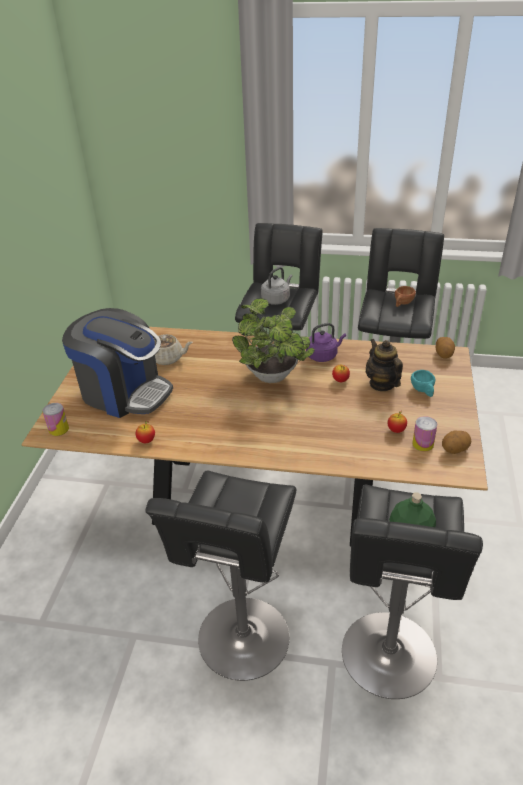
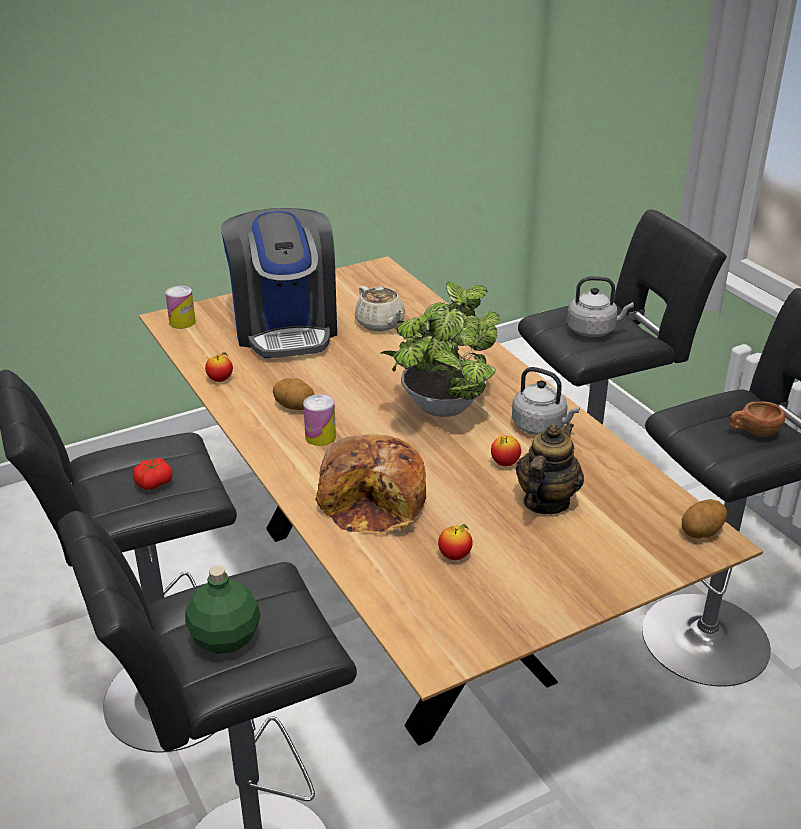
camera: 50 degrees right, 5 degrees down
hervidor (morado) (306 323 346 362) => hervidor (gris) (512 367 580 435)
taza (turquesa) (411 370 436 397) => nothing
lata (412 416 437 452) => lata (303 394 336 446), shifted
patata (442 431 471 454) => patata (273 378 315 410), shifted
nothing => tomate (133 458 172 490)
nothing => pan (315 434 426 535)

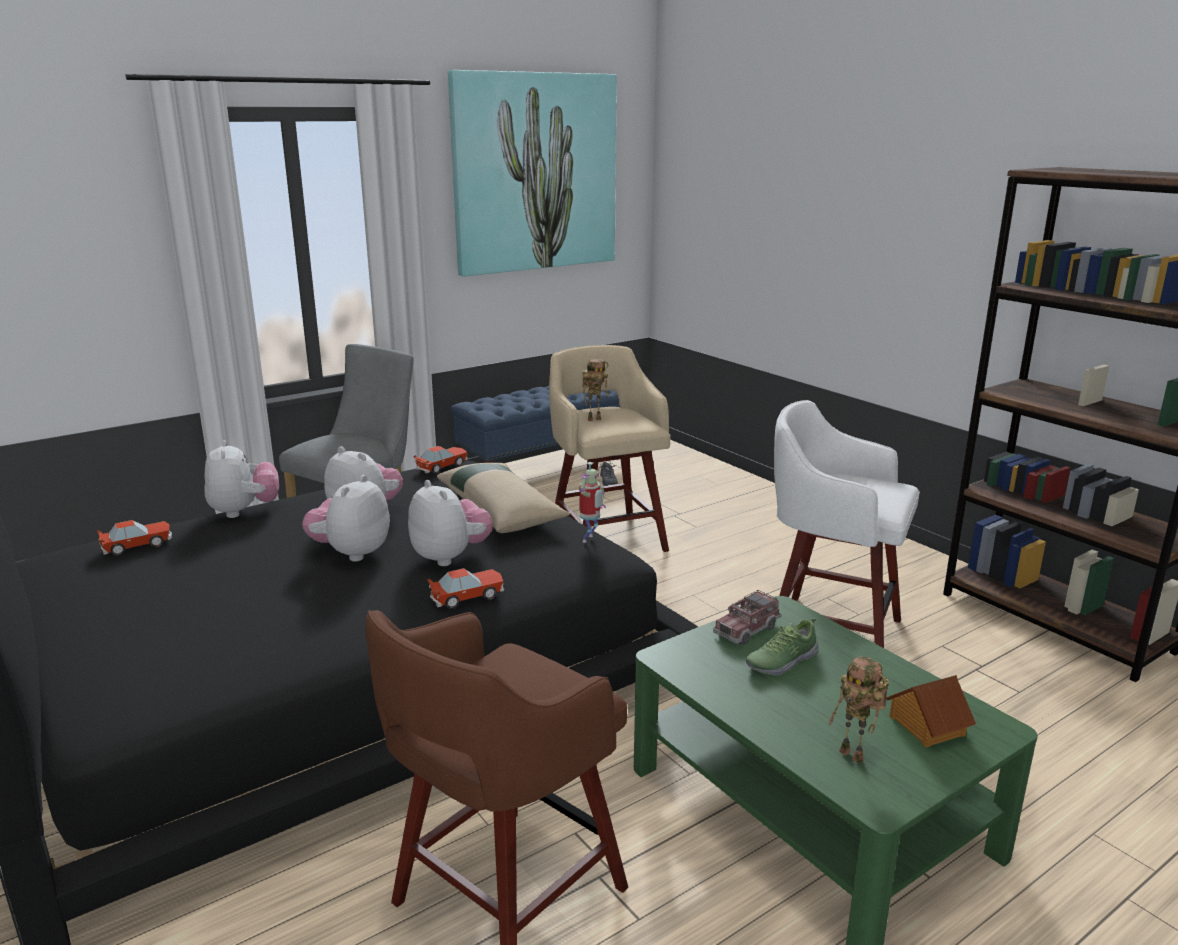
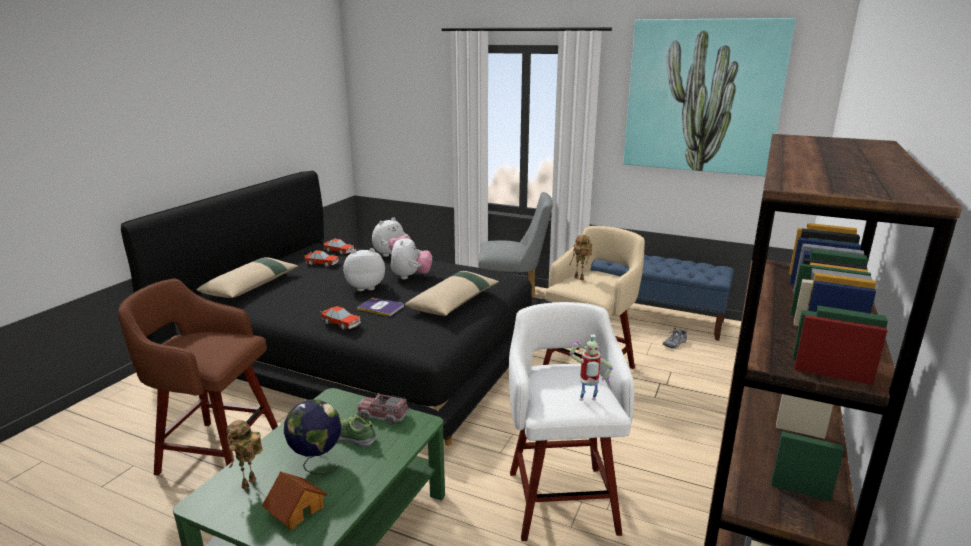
camera: 60 degrees right, 0 degrees up
peluche (408 480 492 566) => libro (357 298 404 316)
coche de juguete (414 446 468 474) => coche de juguete (304 250 339 267), shifted
robot de juguete (579 462 606 543) => robot de juguete (569 335 613 401), shifted
nothing => cojín (beis) (197 257 298 298)
nothing => globo terráqueo (284 399 342 475)

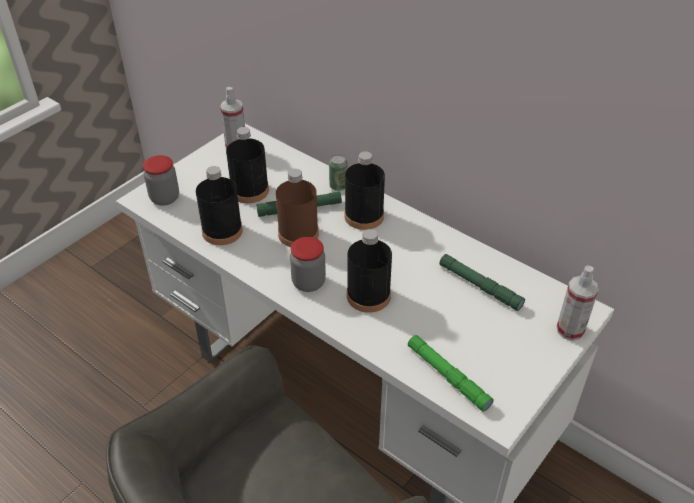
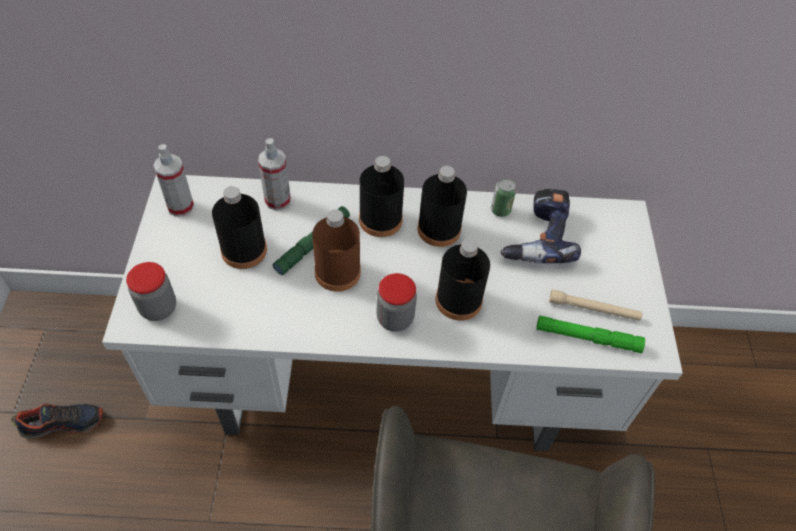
camera: 40 degrees left, 10 degrees up
botella (negro) (196 166 243 245) => botella (negro) (417 166 467 247), shifted
lata (329 155 348 191) => lata (491 178 516 217), shifted
linterna (verde) (440 254 525 311) => taladro (501 189 581 264)
pulverizador (556 266 599 341) => pulverizador (258 138 291 210), shifted
nothing => zapato (11 404 103 439)
nothing => linterna (beis) (549 289 642 321)

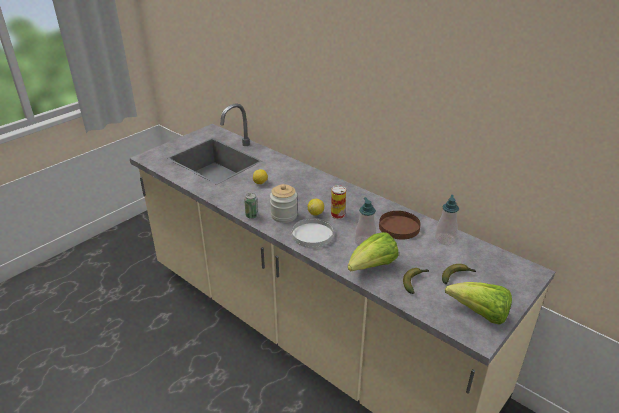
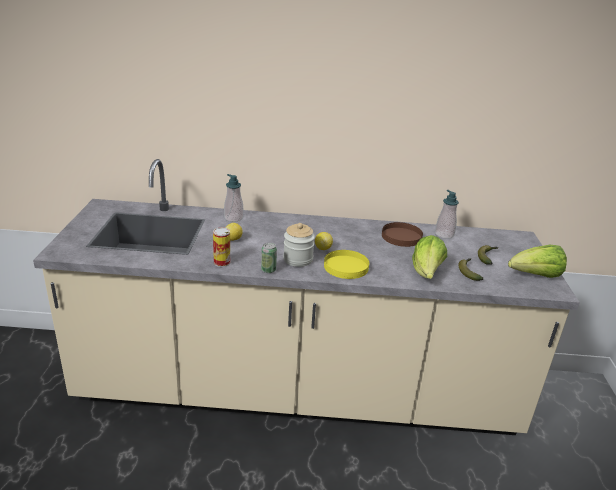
camera: 40 degrees left, 5 degrees down
plato (blanco) (292 218 333 248) => plato (amarillo) (324 250 369 279)
lata (331 185 346 219) => lata (213 227 230 267), shifted
dispensador de jabón (355 197 376 246) => dispensador de jabón (224 174 244 222), shifted

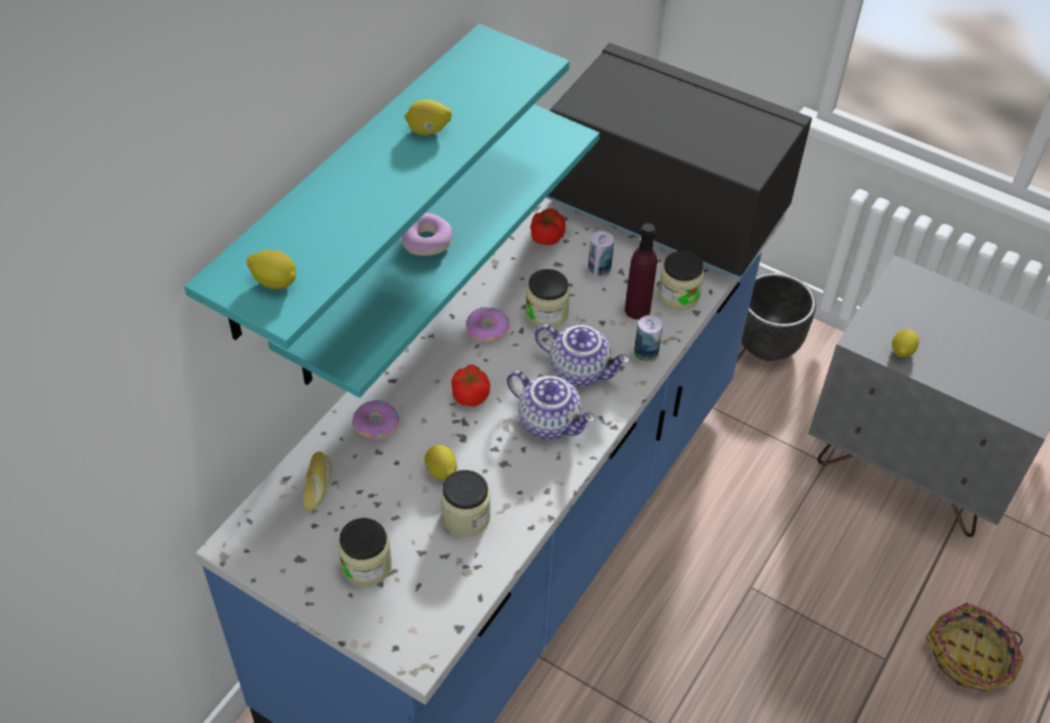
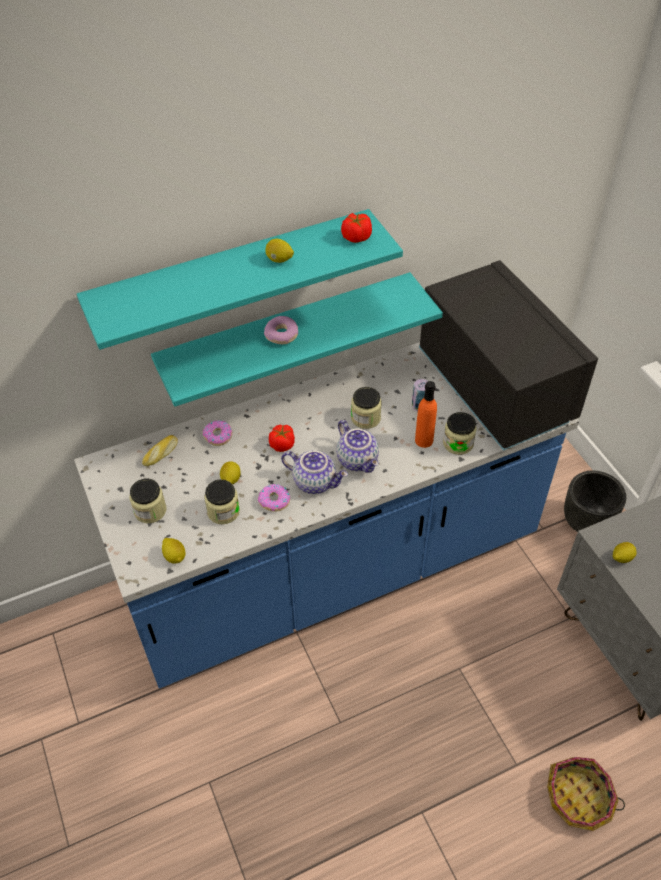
camera: 35 degrees right, 0 degrees up
limón (247 250 296 289) => limón (162 538 185 564), shifted
rosquilla (466 307 509 342) => rosquilla (258 484 290 512), shifted
tetera (507 370 595 439) => tetera (281 450 348 494), 45 degrees counterclockwise
tomate (531 209 566 245) => tomate (341 213 372 243), shifted
botella (morado) (625 223 657 320) => botella (naranja) (415 381 437 448)
lata (634 315 663 364) => nothing

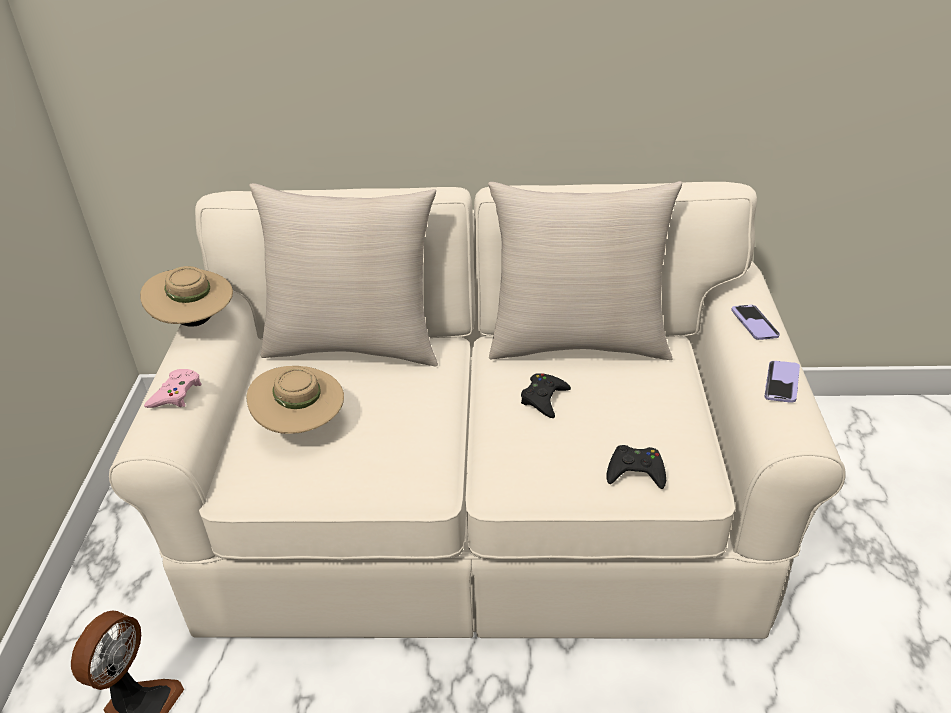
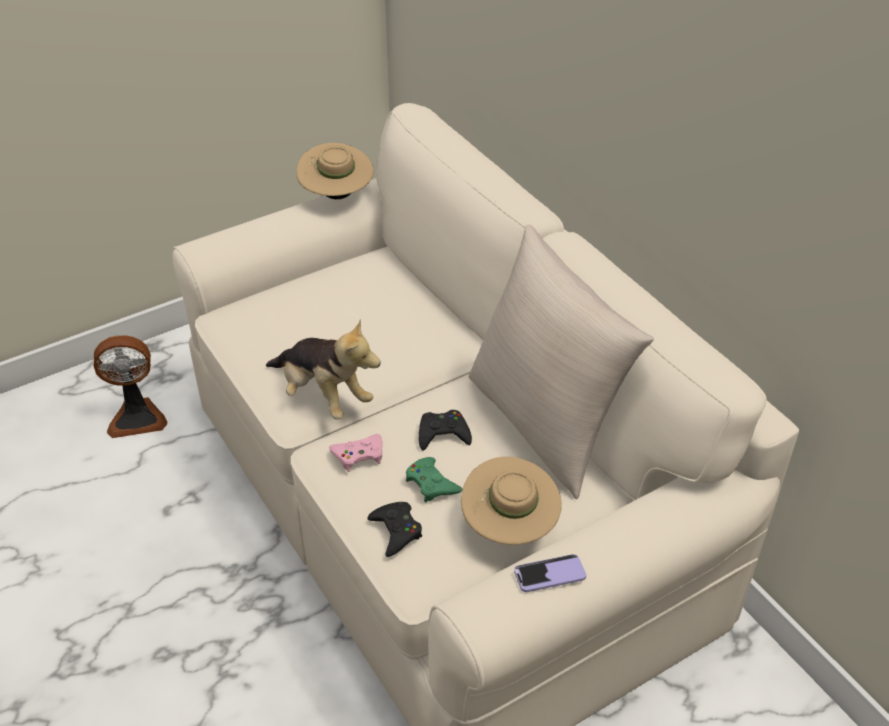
camera: 55 degrees right, 5 degrees up
mando de consola (rosa) (144 369 202 408) => mando de consola (rosa) (329 434 382 472), shifted
sombrero (beis) (247 366 344 434) => sombrero (beis) (461 457 562 545), shifted
cojín (beis) (249 183 438 367) => nothing
móvil (731 304 780 340) => nothing
nothing => peluche (266 319 381 419)
nothing => mando de consola (verde) (406 457 462 502)

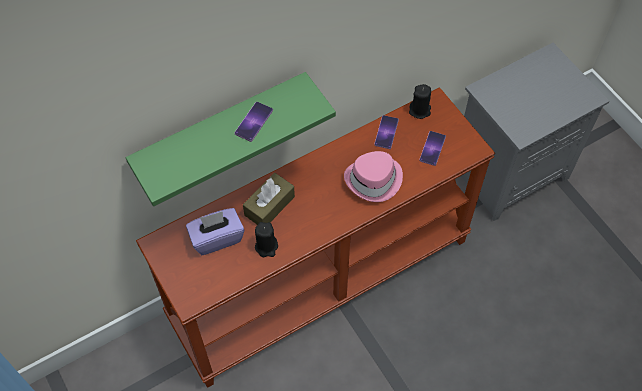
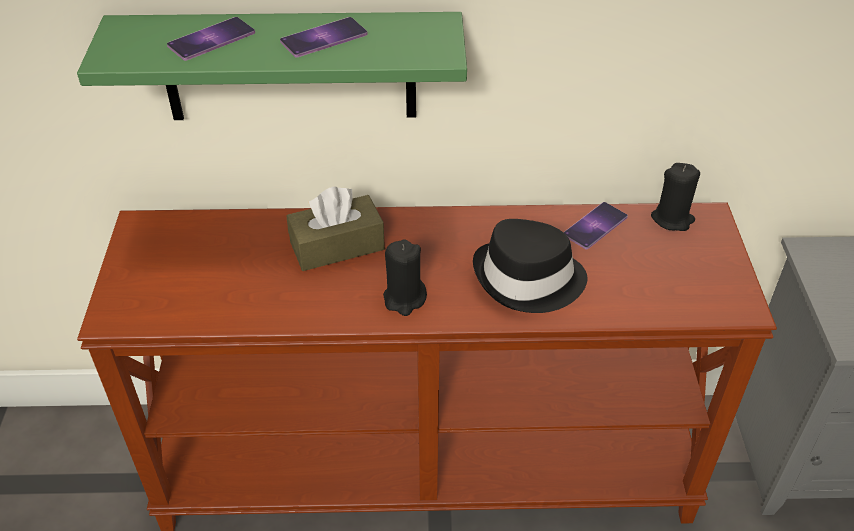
camera: 30 degrees right, 15 degrees down
caja de pañuelos (morado) (186 208 244 255) => nothing
vela (negro) (255 222 278 257) => vela (negro) (383 239 427 316), shifted
sombrero (rosa) (344 151 403 202) => sombrero (negro) (473 219 587 313)
móvil (419 131 446 166) => móvil (167 17 255 61), shifted

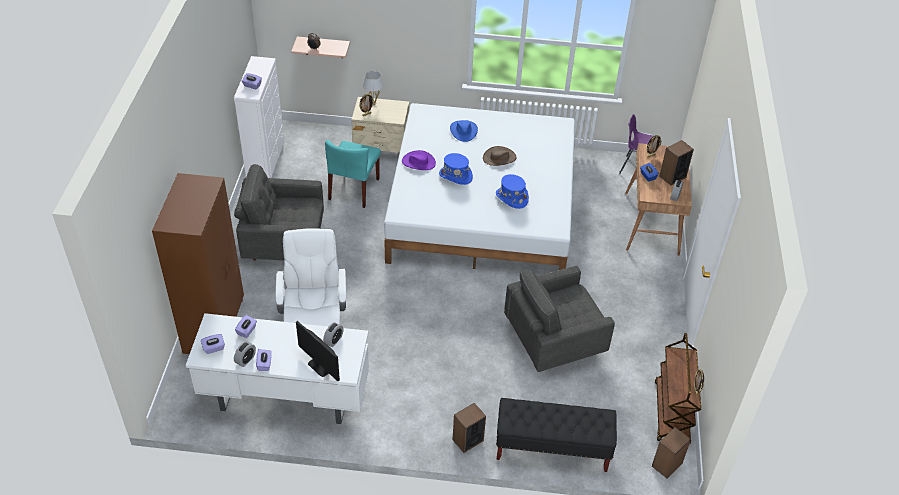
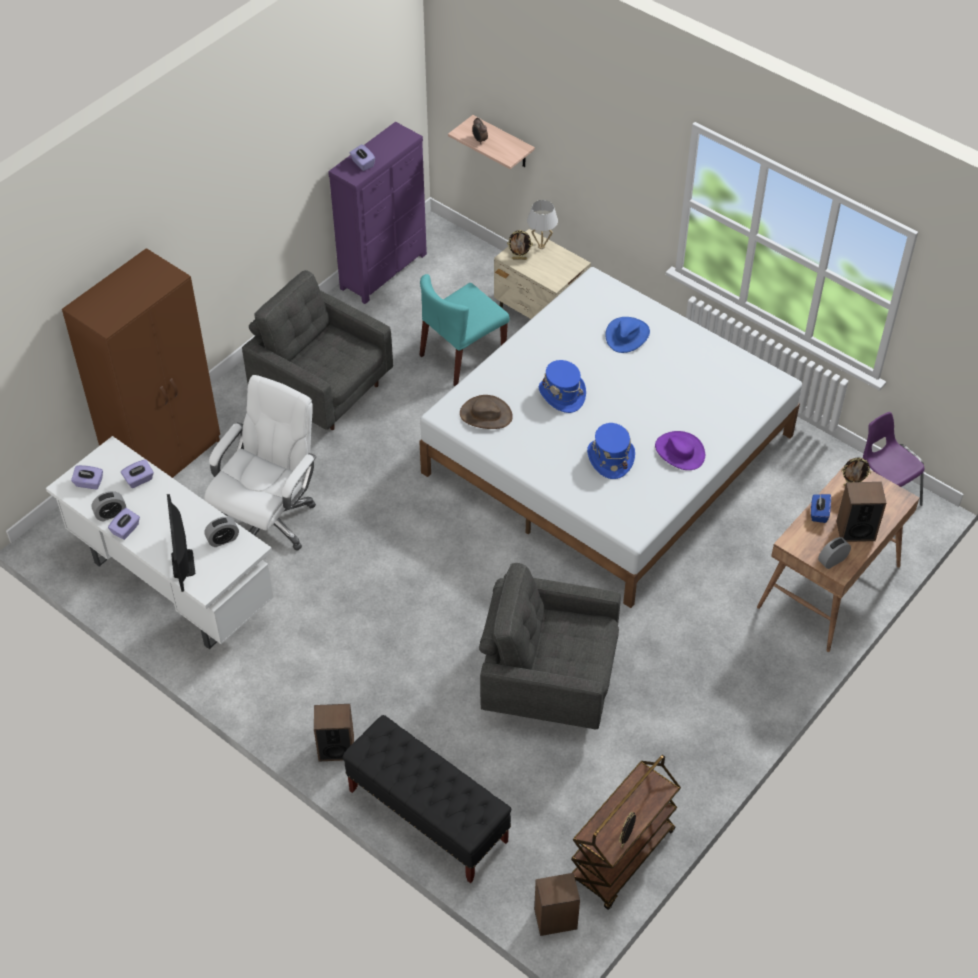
camera: 35 degrees right, 5 degrees up
cómoda (blanco) (234 56 285 178) => cómoda (morado) (328 122 427 304)
sombrero (morado) (402 150 436 170) => sombrero (morado) (655 431 705 470), shifted
sombrero (marrón) (483 146 517 166) => sombrero (marrón) (460 395 513 429), shifted

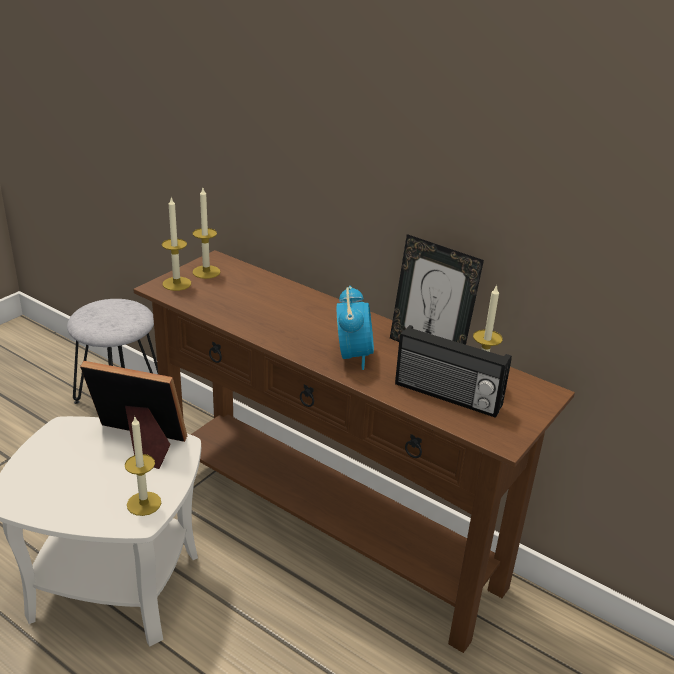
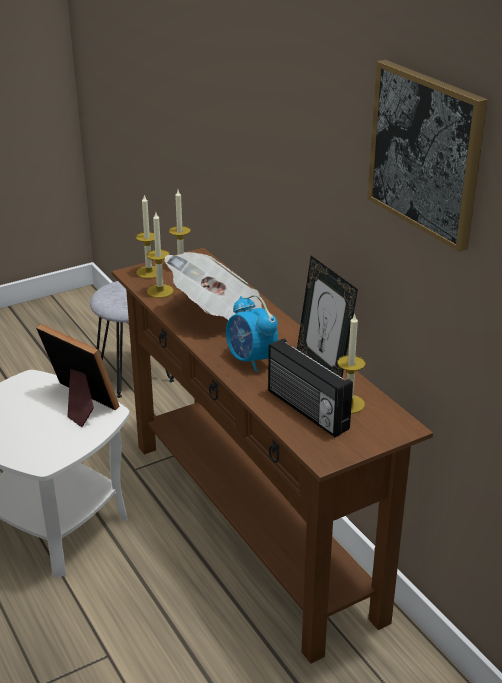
camera: 25 degrees right, 0 degrees up
vela (125 415 161 516) => vela (147 212 174 298), shifted
despertador (337 286 374 370) => despertador (226 295 278 372), 120 degrees clockwise
nothing => periódico (164 252 262 320)
nothing => cuadro (367 60 488 252)

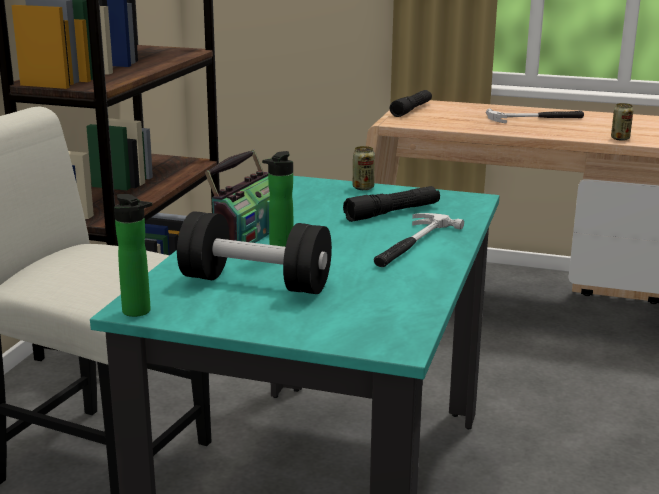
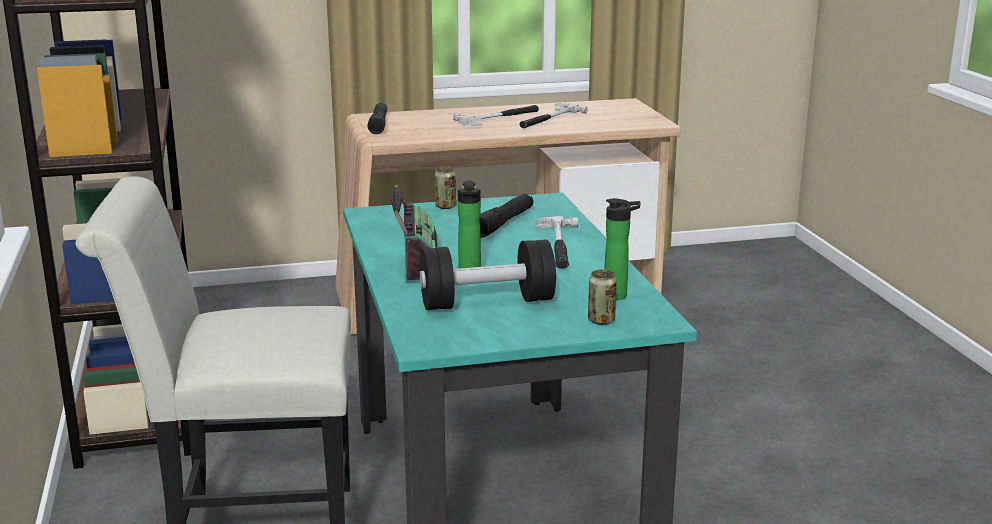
camera: 30 degrees left, 0 degrees up
botella (114 194 152 317) => botella (604 198 640 300), shifted
lata (611 103 633 141) => lata (588 269 617 325), shifted
nothing => martillo (519 103 588 128)

